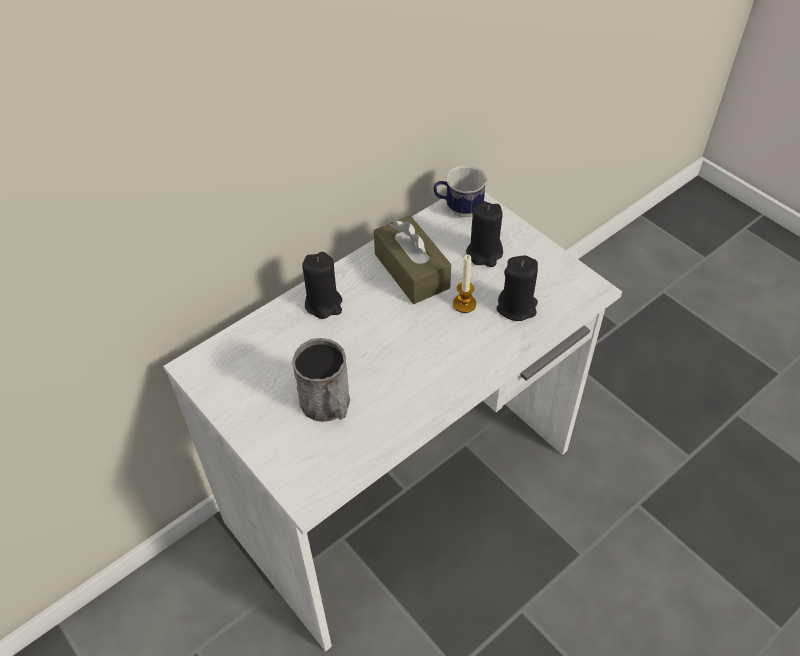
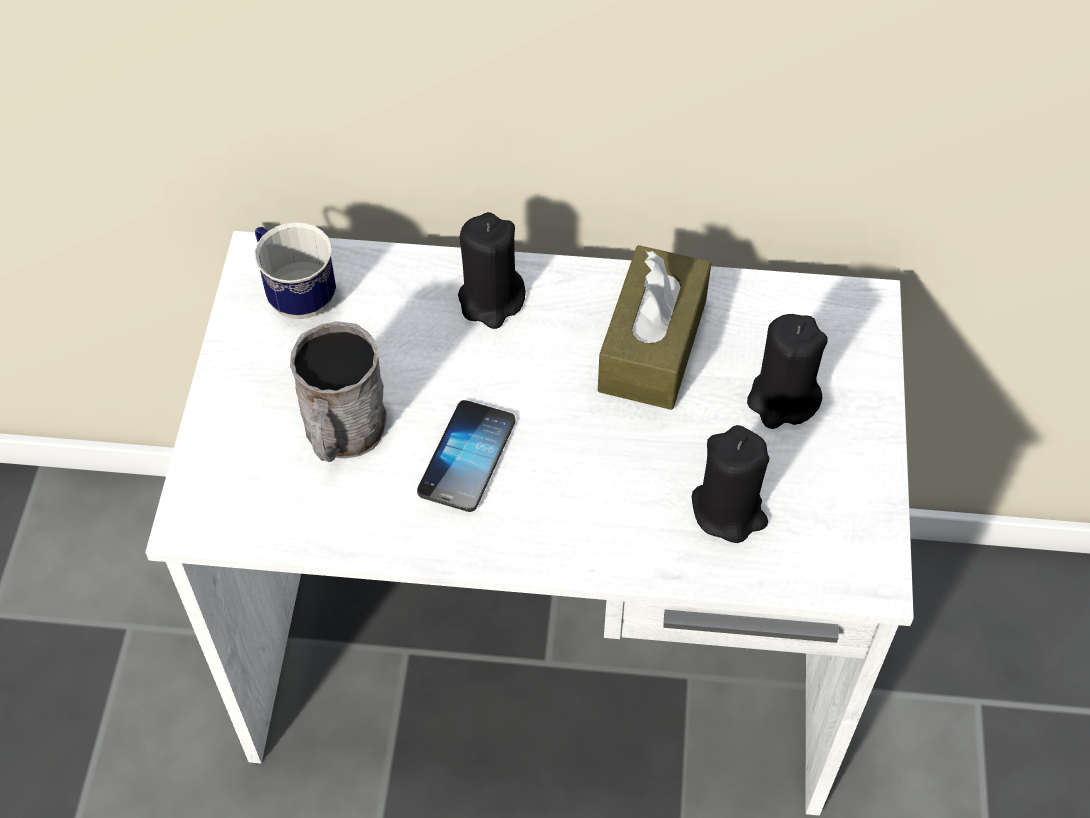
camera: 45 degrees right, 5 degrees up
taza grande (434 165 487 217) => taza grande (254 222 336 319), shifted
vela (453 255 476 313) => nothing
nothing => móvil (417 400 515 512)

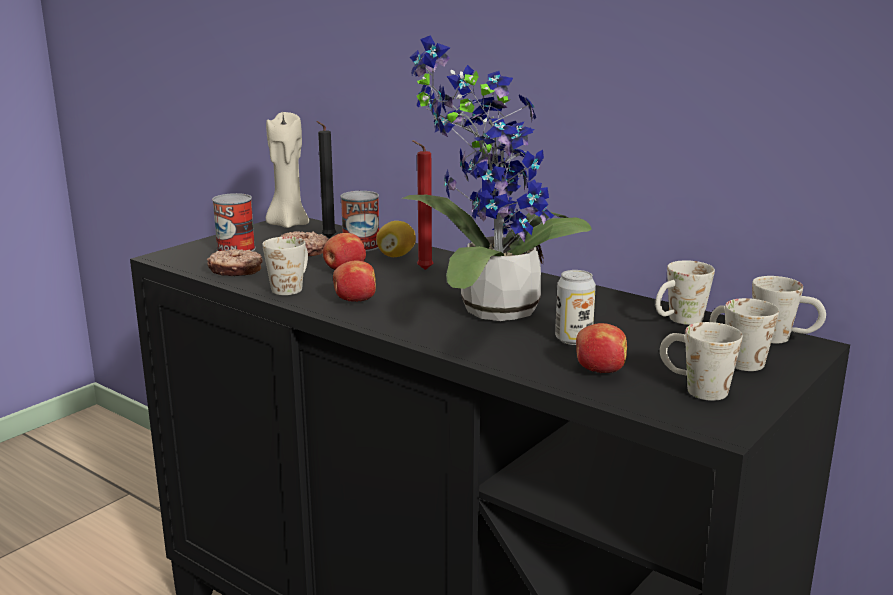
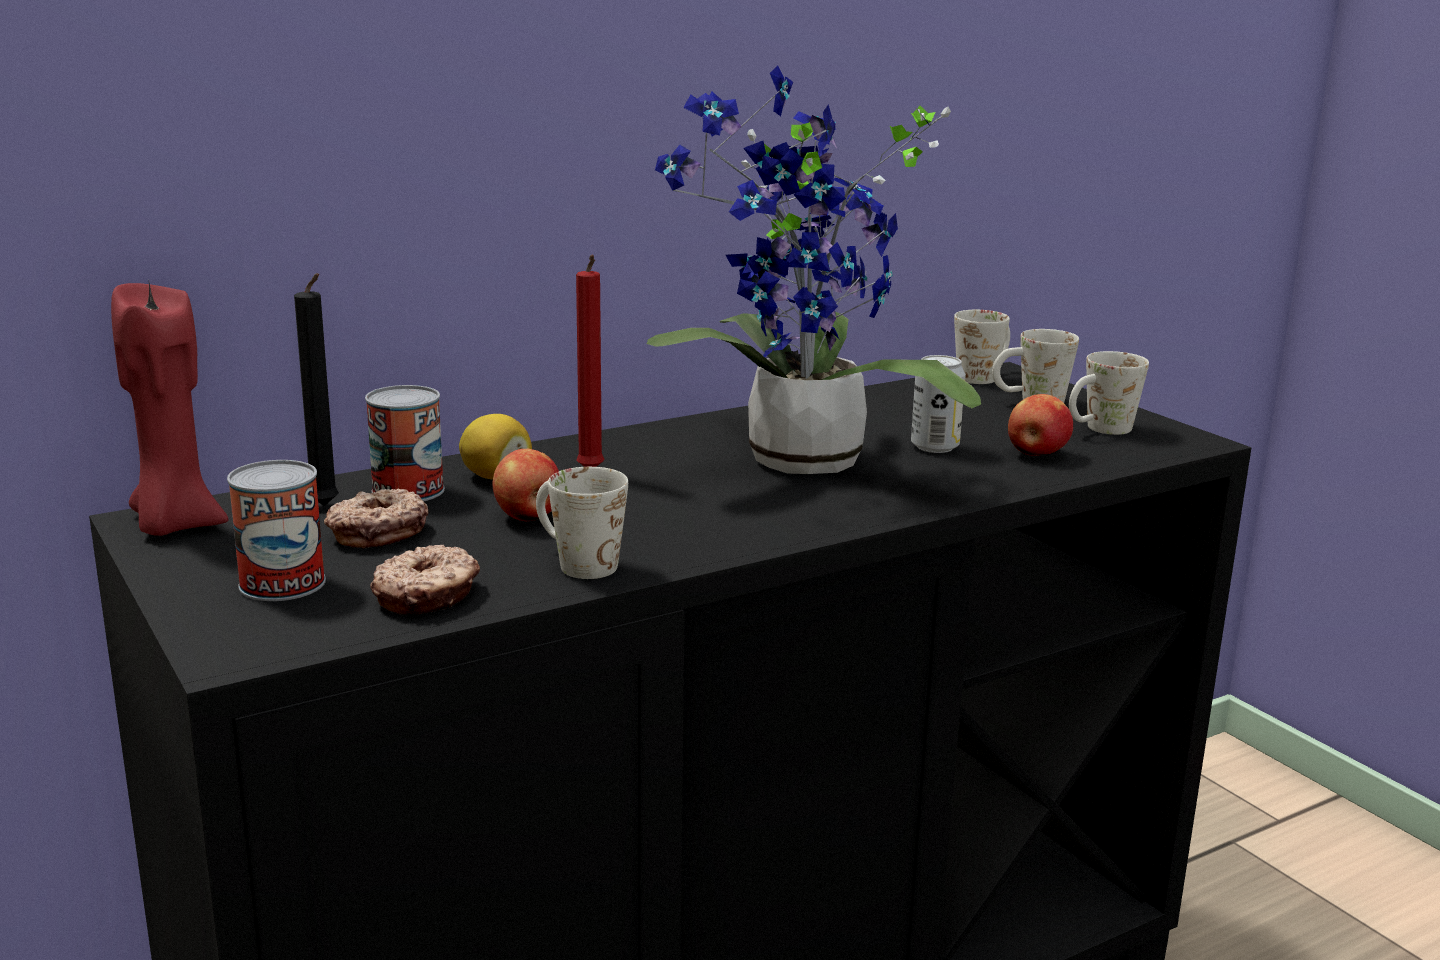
camera: 70 degrees left, 0 degrees up
vela (beis) (266 112 309 228) => vela (rojo) (111 283 228 536)
manzana (333 261 376 302) => nothing
taza grande (blanco) (655 260 715 325) => nothing

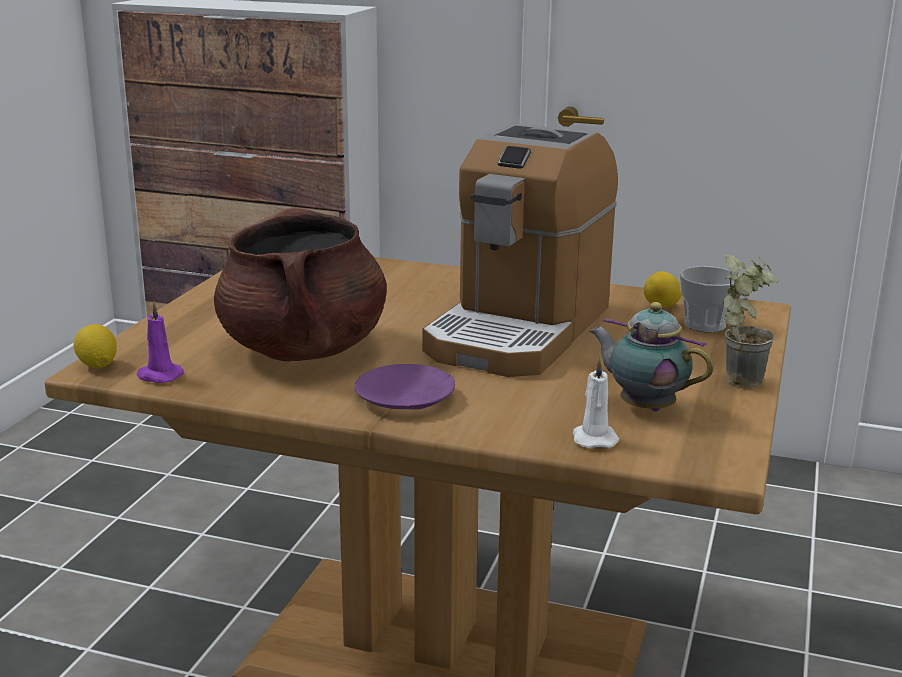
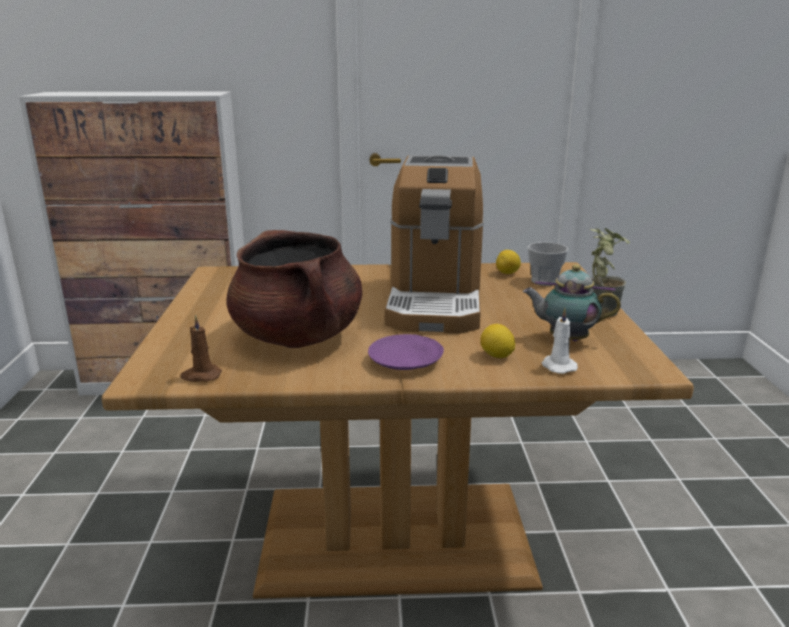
camera: 20 degrees left, 0 degrees up
limón (74 324 117 368) => limón (480 324 515 358), shifted
vela (morado) (137 301 184 383) => vela (marrón) (181 315 222 382)

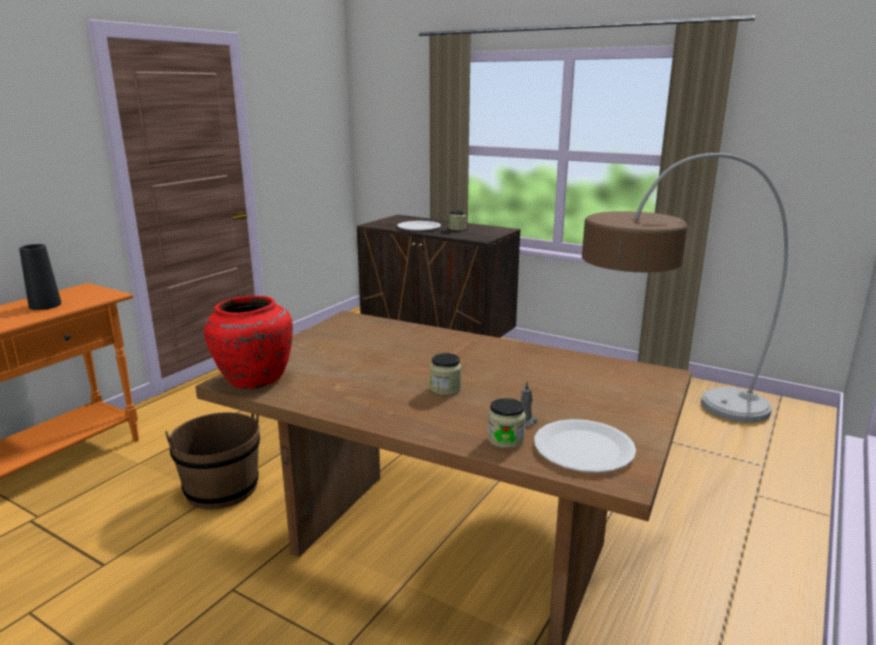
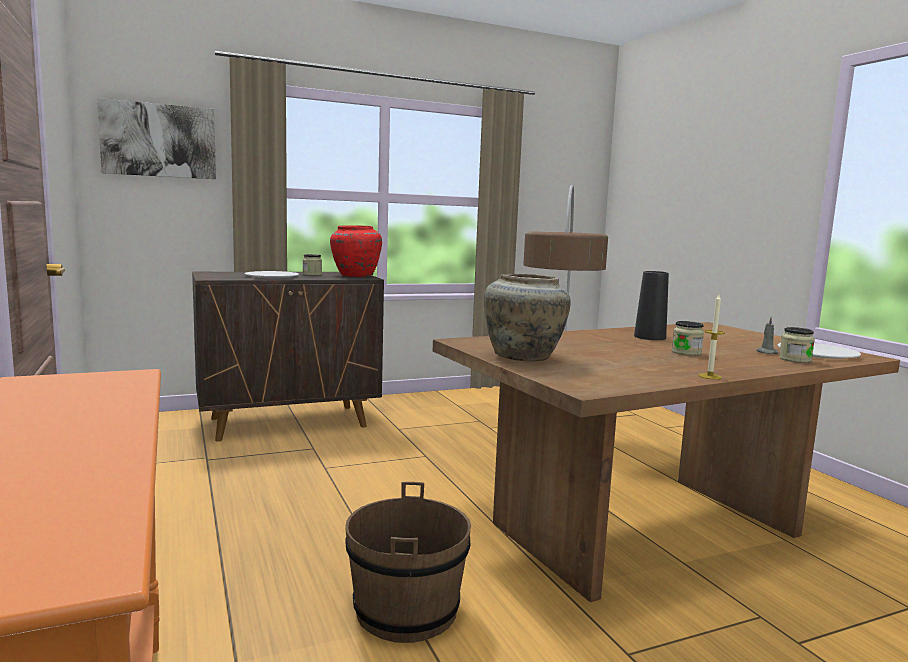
camera: 55 degrees left, 10 degrees down
florero (negro) (19 244 62 310) => florero (negro) (634 271 669 340), shifted
florero (rojo) (204 296 293 389) => florero (rojo) (330 225 382 277), shifted
nothing => cuadro (97 98 216 179)
nothing => florero (beis) (484 274 571 362)
nothing => vela (698 294 725 379)

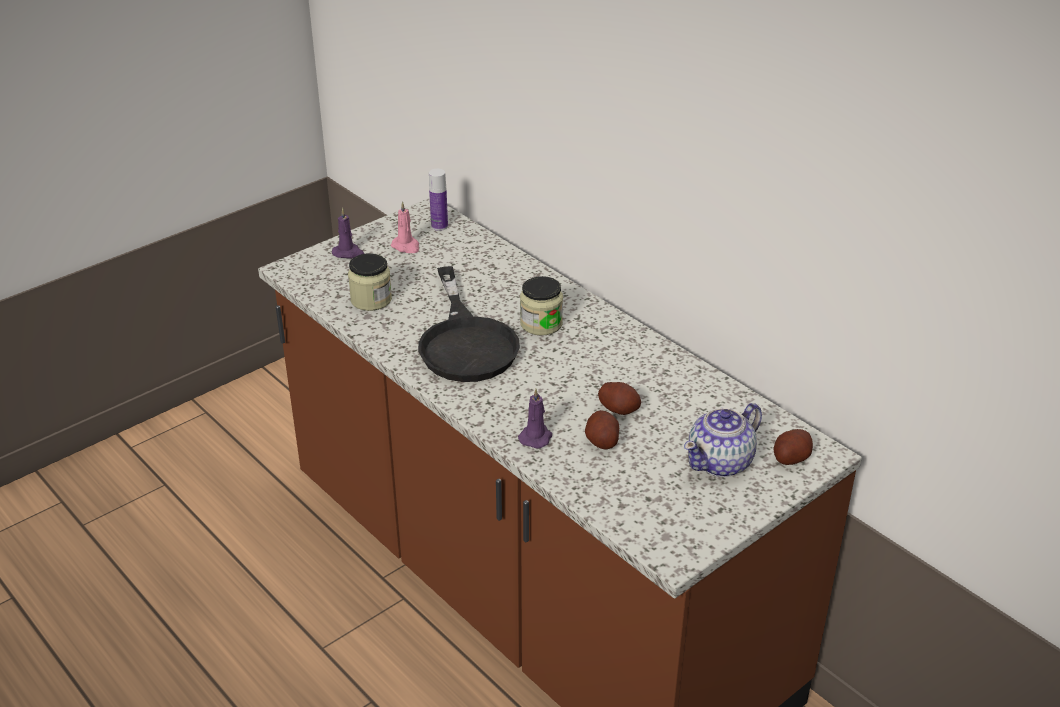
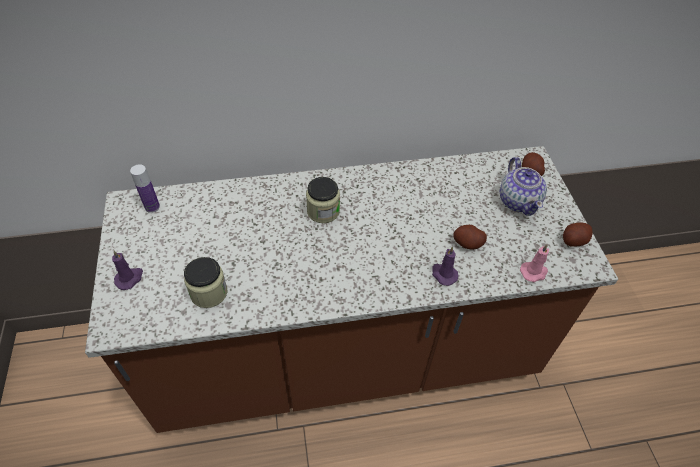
camera: 60 degrees left, 15 degrees up
vela (rosa) (391 201 419 253) => vela (rosa) (520 244 549 282), shifted
sartén (negro) (418 266 520 382) => nothing
patata (598 382 641 415) => patata (563 222 593 247), shifted

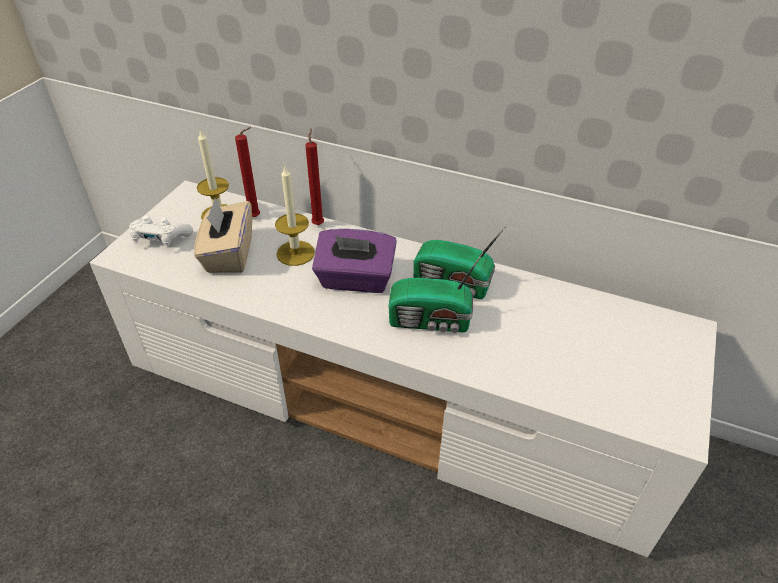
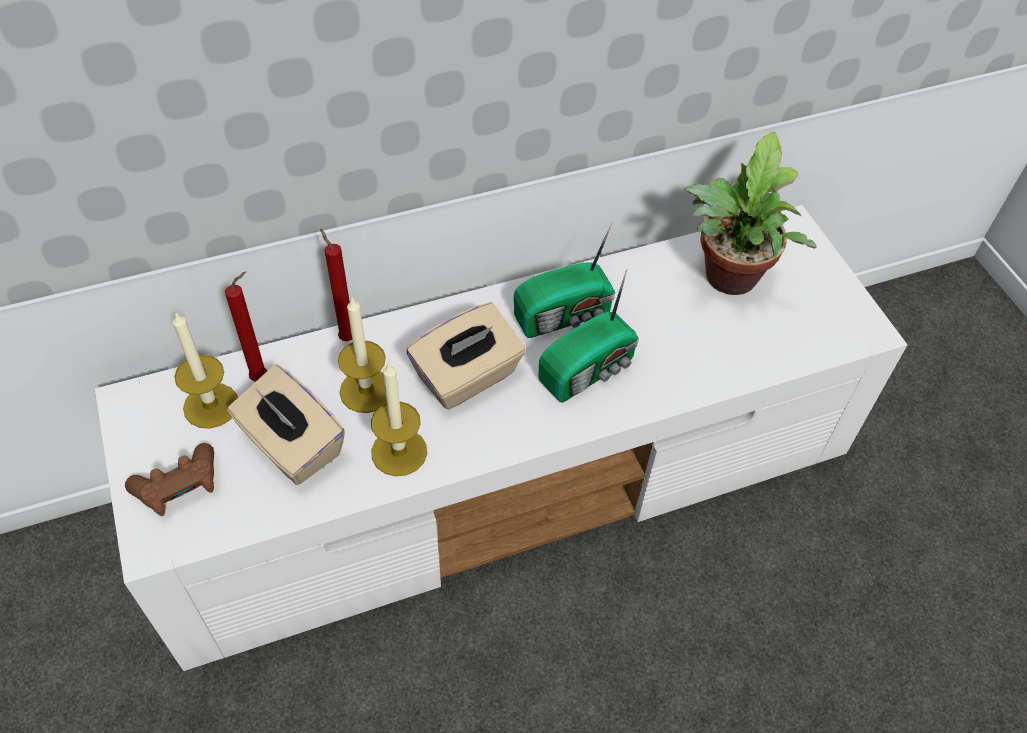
camera: 45 degrees left, 10 degrees up
mando de consola (blanco) (129 215 193 248) => mando de consola (marrón) (125 443 214 516)
caja de pañuelos (morado) (312 229 397 293) => caja de pañuelos (beis) (406 302 526 409)
nothing => vela (371 361 427 476)
nothing => planta en maceta (684 132 817 295)

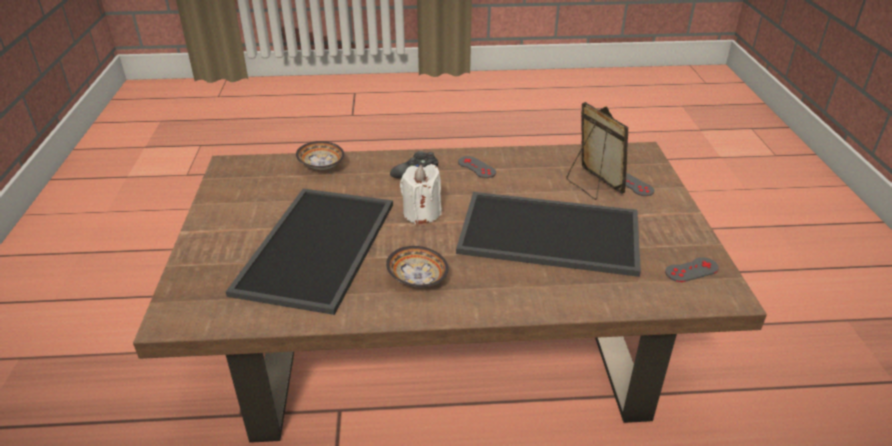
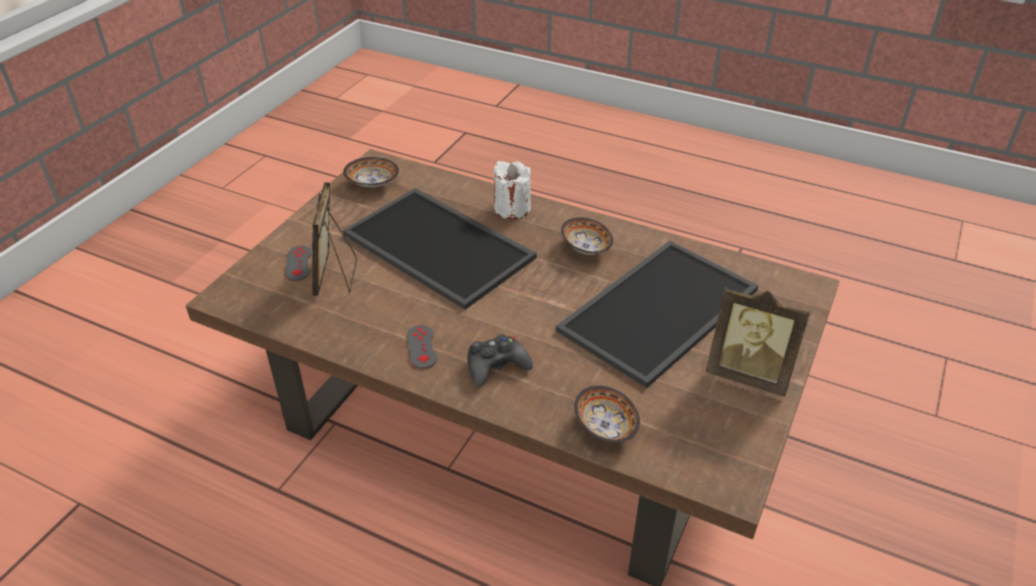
camera: 150 degrees left, 5 degrees up
vela (blanco) (400 164 442 224) => vela (blanco) (493 161 531 219), shifted
mando de consola (gris) (665 257 719 282) => cuenco (343 157 399 187)
nothing => portarretratos (706 287 810 397)

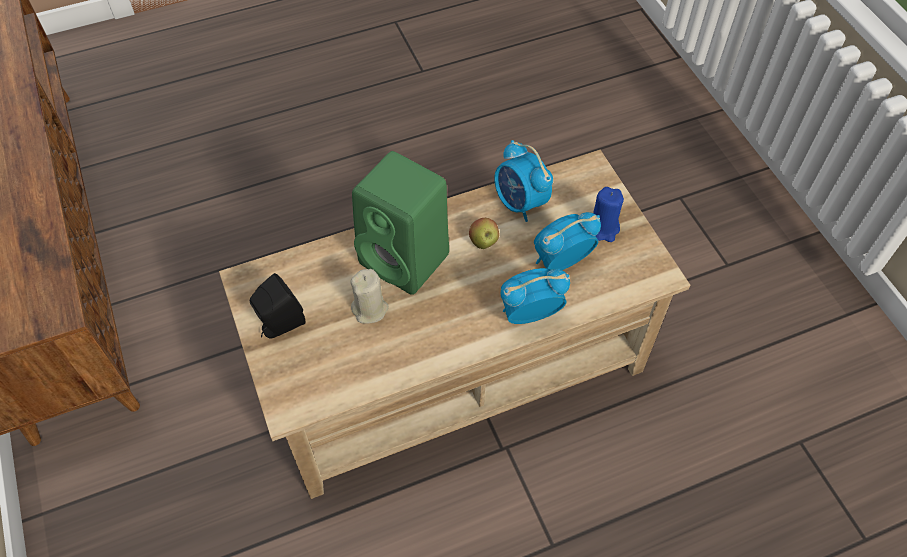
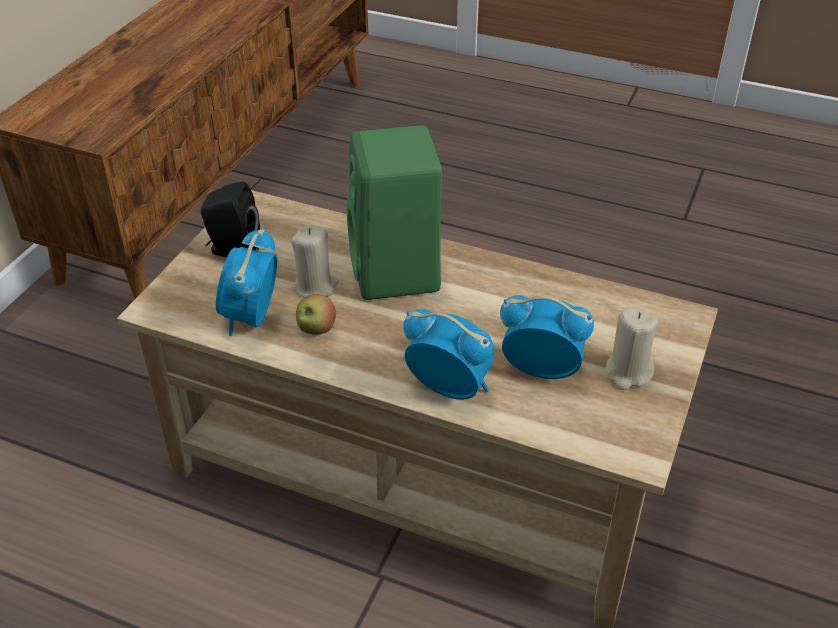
camera: 45 degrees right, 15 degrees down
manzana (469 218 499 249) => manzana (296 294 336 335), shifted
despertador (494 140 553 222) => despertador (216 227 278 336), shifted
vela (azul) (593 187 624 242) => vela (beis) (605 308 658 390)

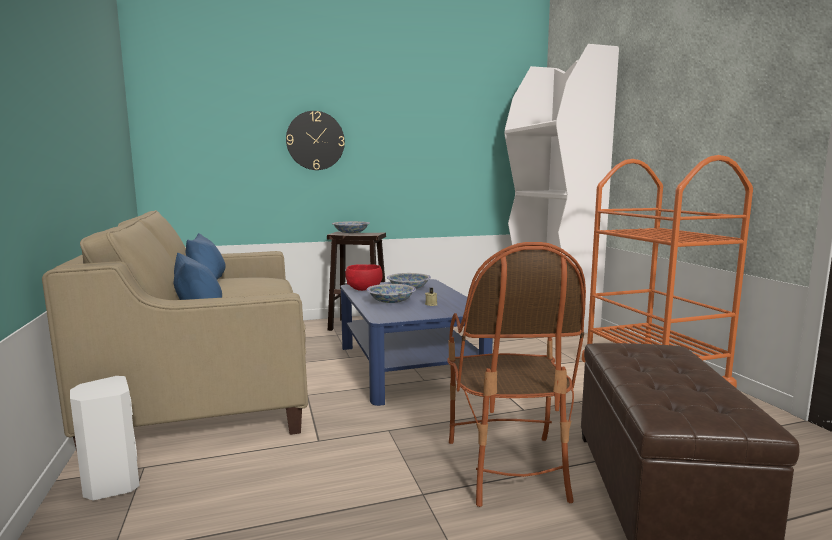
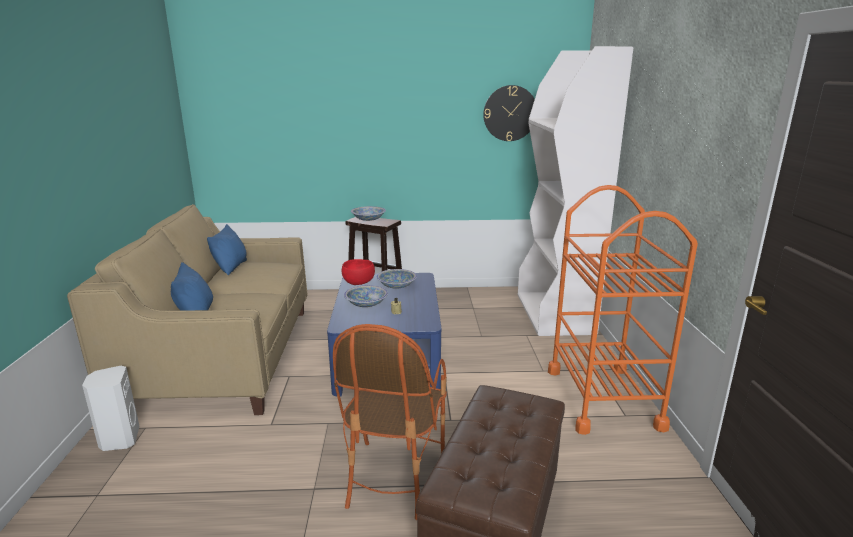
camera: 15 degrees right, 10 degrees up
reloj de pared (286 111 345 170) => reloj de pared (483 85 535 141), shifted

